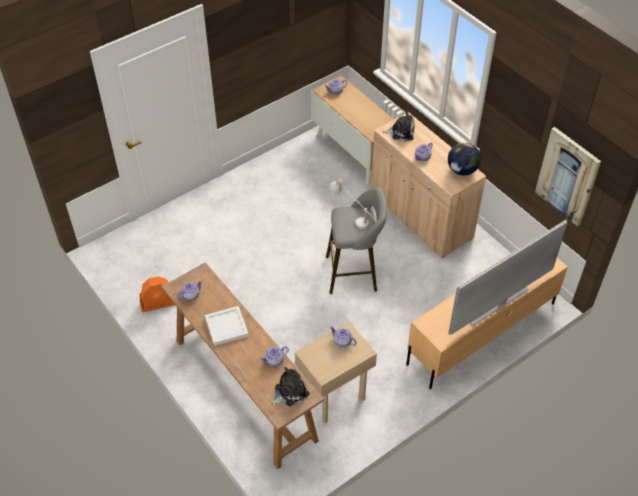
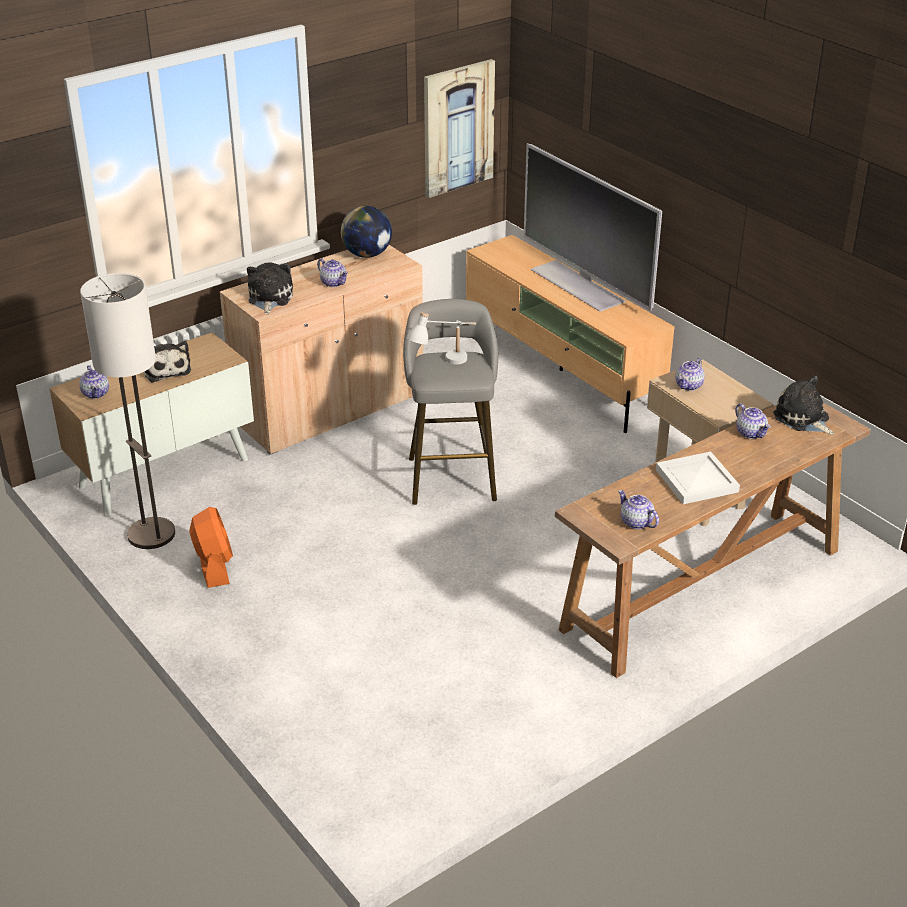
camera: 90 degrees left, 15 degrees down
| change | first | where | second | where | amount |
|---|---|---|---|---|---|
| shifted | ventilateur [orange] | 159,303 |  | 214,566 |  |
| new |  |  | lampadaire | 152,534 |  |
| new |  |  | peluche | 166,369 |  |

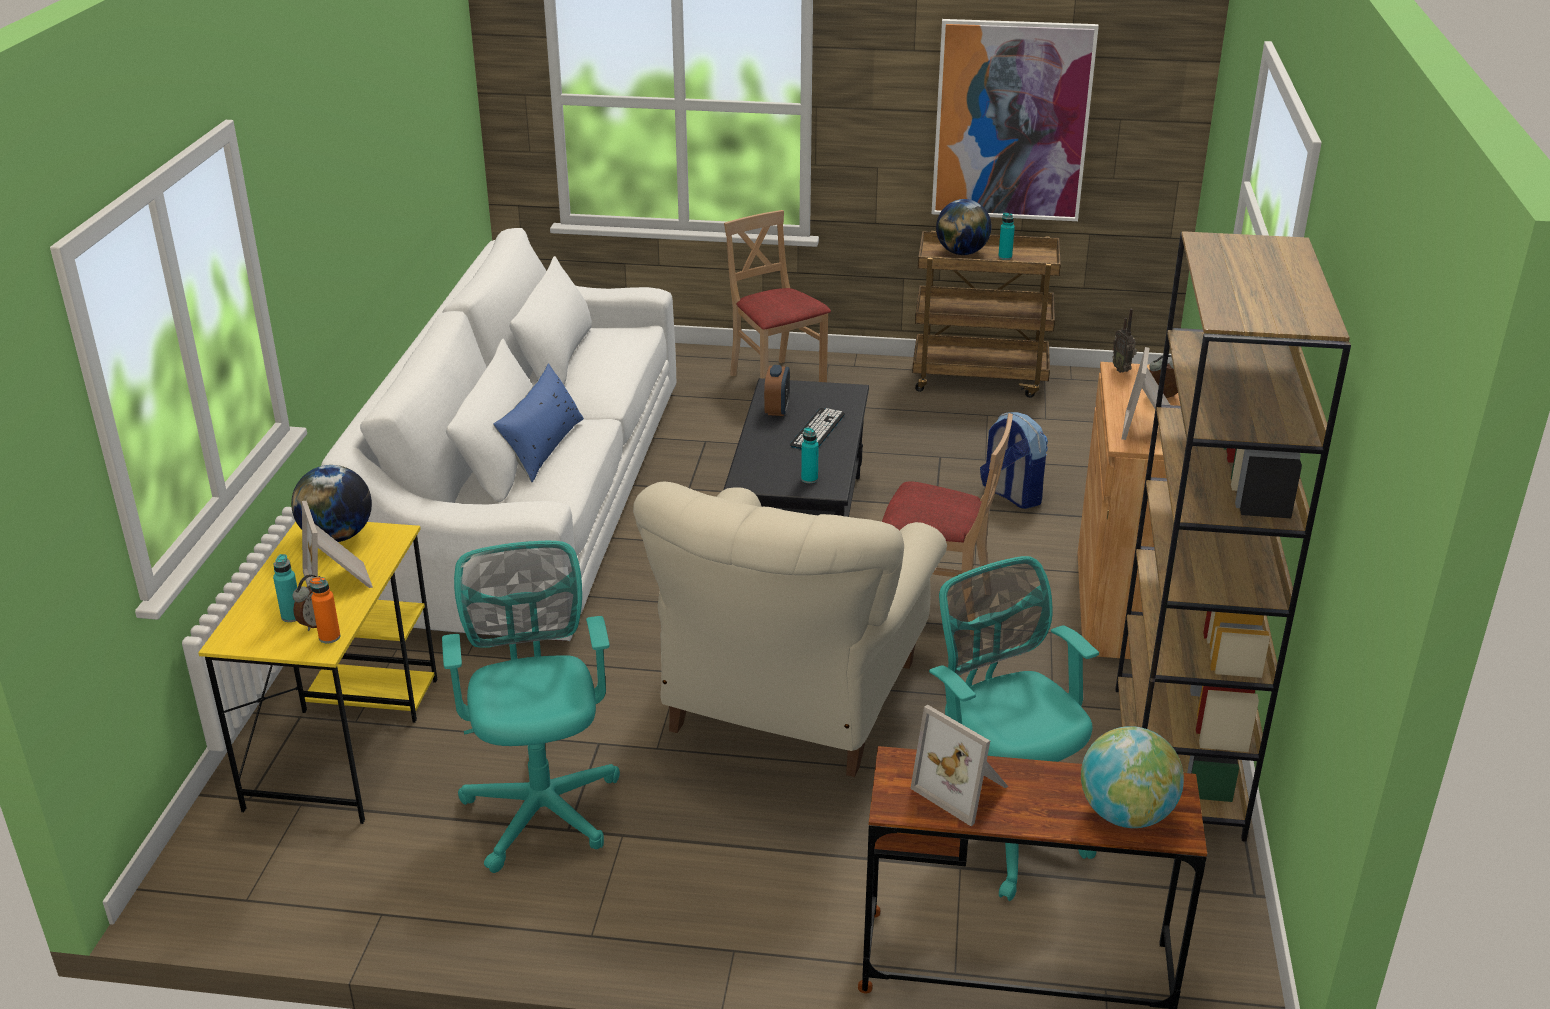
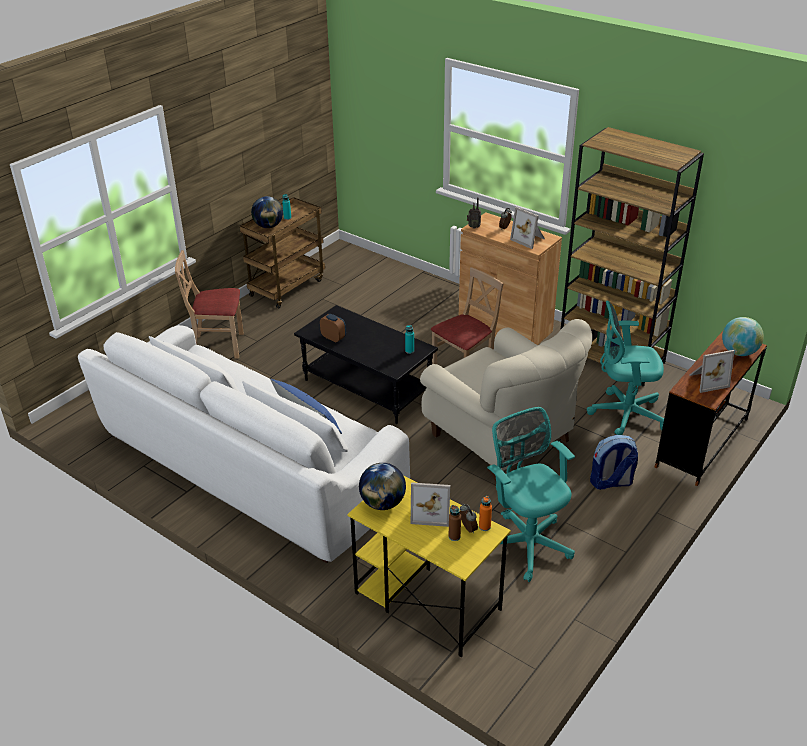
camera: 60 degrees left, 5 degrees up
| change | first | where | second | where | amount |
|---|---|---|---|---|---|
| gone | tableau | 1011,121 |  |  |  |
| gone | clavier | 817,430 |  |  |  |
| shifted | sac à dos | 1011,495 |  | 611,483 |  |
| rotated | chaise de bureau [turquoise] | 542,805 |  | 527,541 | 45 degrees clockwise |
| repainted | bouteille [turquoise] | 292,616 | bouteille [marron] | 454,536 |  |

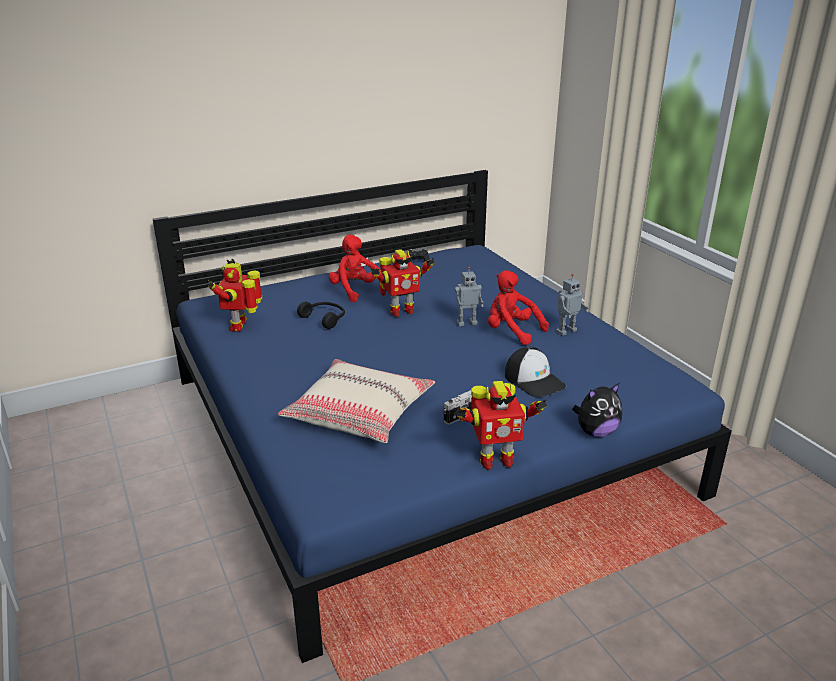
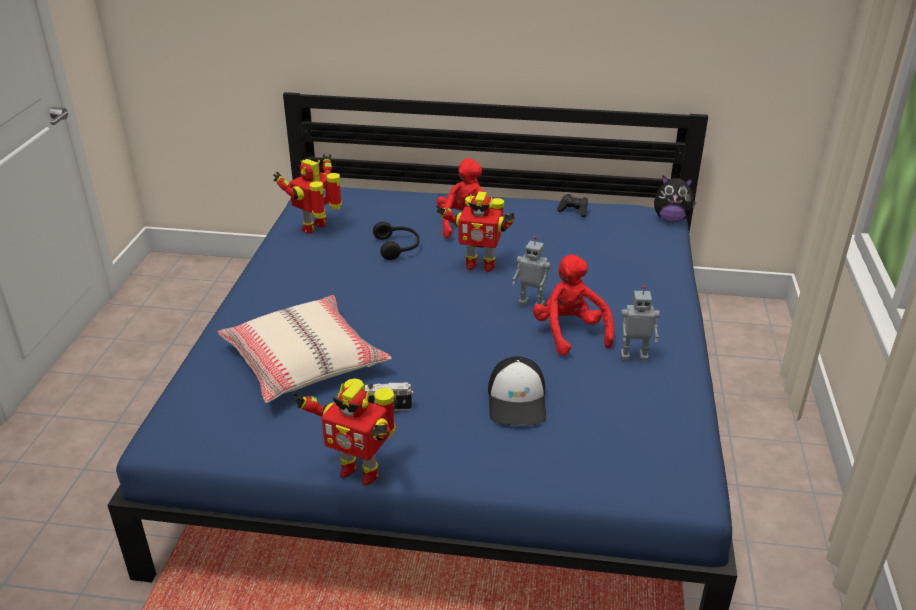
camera: 35 degrees right, 5 degrees up
| change | first | where | second | where | amount |
|---|---|---|---|---|---|
| shifted | peluche | 595,432 |  | 671,219 |  |

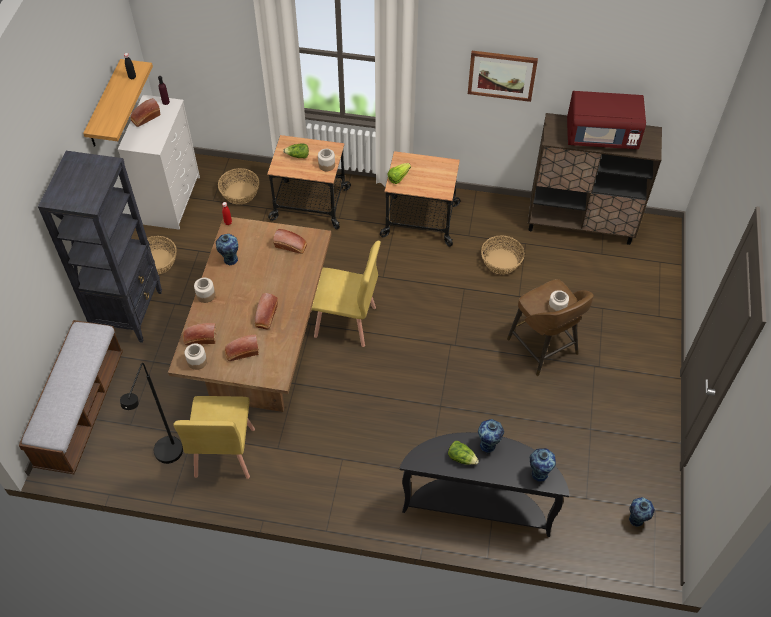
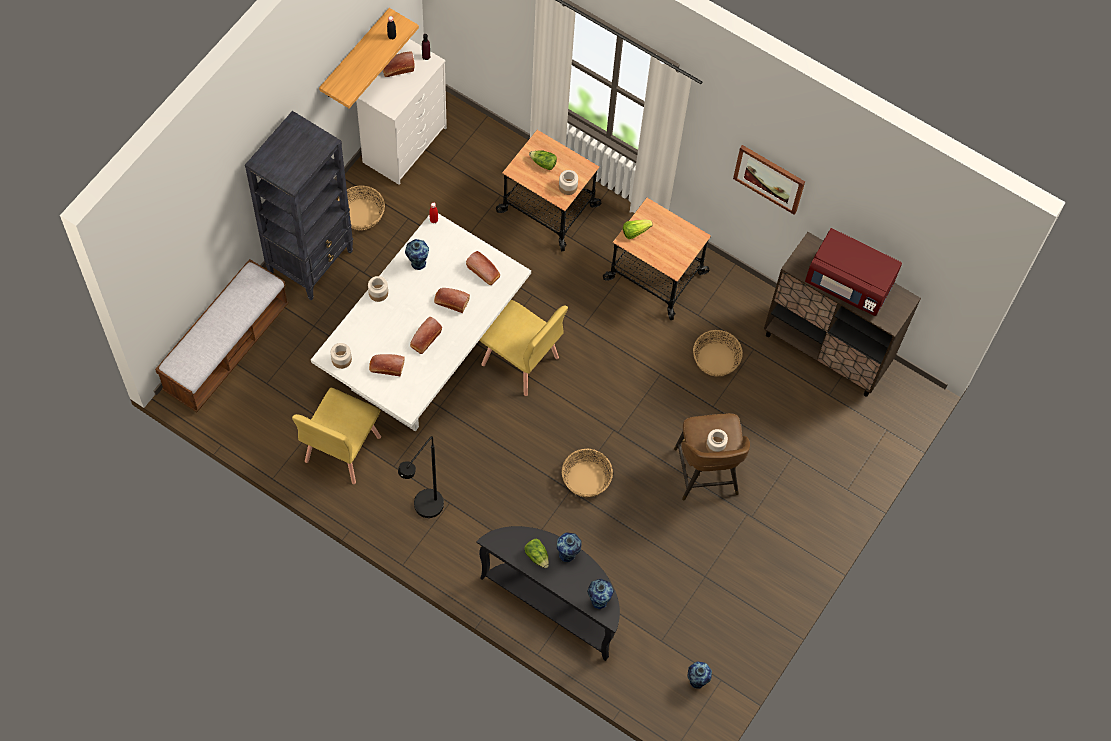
camera: 20 degrees right, 10 degrees up
| change | first | where | second | where | amount |
|---|---|---|---|---|---|
| shifted | panier | 240,193 |  | 586,478 |  |
| repainted | table à manger [marron] | 262,349 | table à manger [blanc] | 424,357 |  |
| shifted | pain | 200,338 |  | 450,302 |  |
| shifted | lampadaire [noir] | 167,458 |  | 424,511 |  |

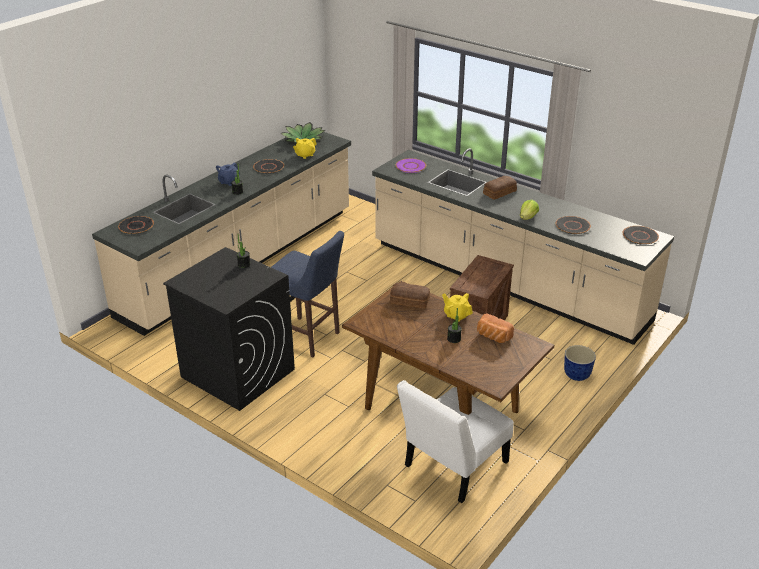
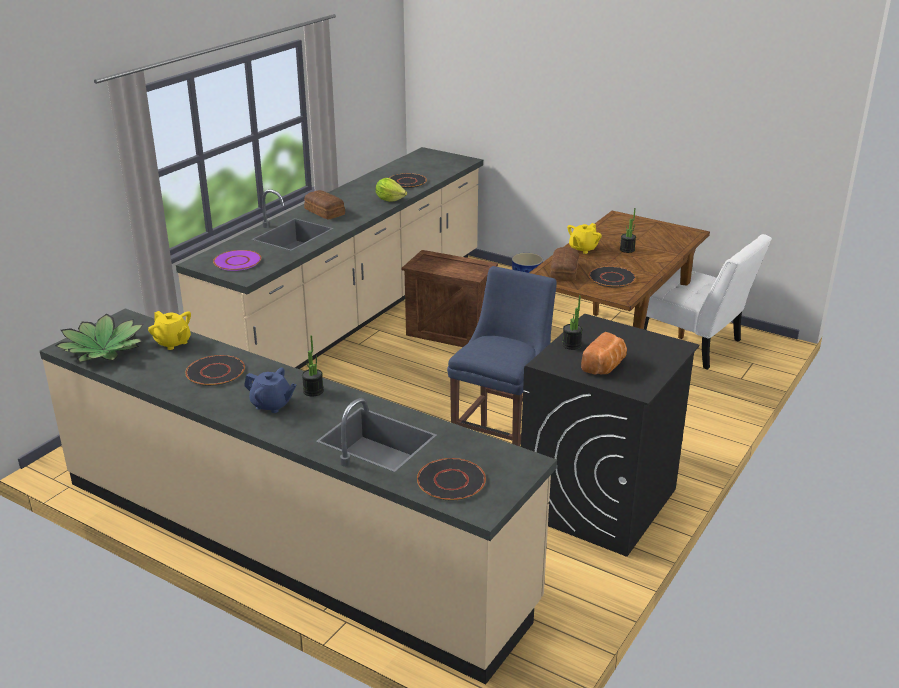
camera: 95 degrees left, 5 degrees down
| change | first | where | second | where | amount |
|---|---|---|---|---|---|
| shifted | assiette [noir] | 640,236 |  | 612,278 |  |
| shifted | pain | 492,337 |  | 605,367 |  |

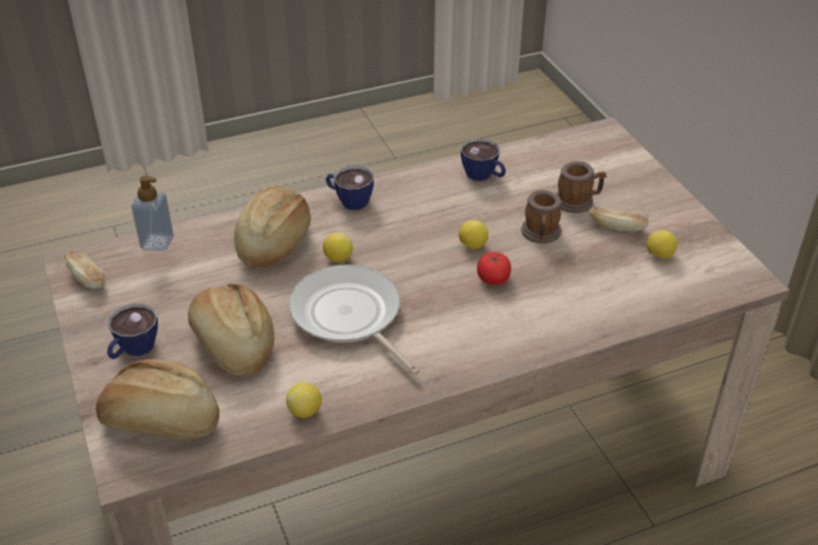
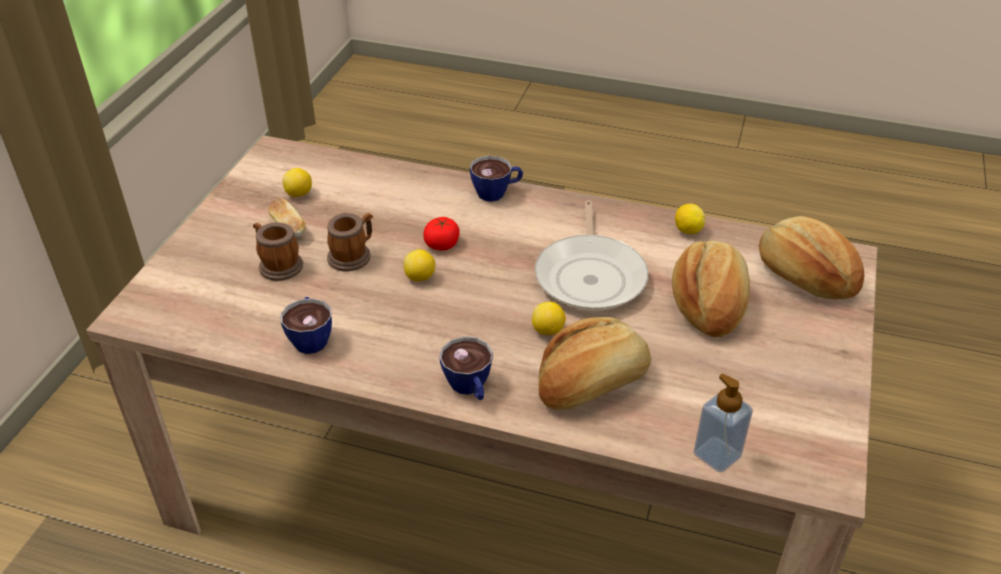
camera: 140 degrees left, 0 degrees up
| change | first | where | second | where | amount |
|---|---|---|---|---|---|
| gone | pain | 87,279 |  |  |  |
| shifted | tasse | 133,350 |  | 497,192 |  |

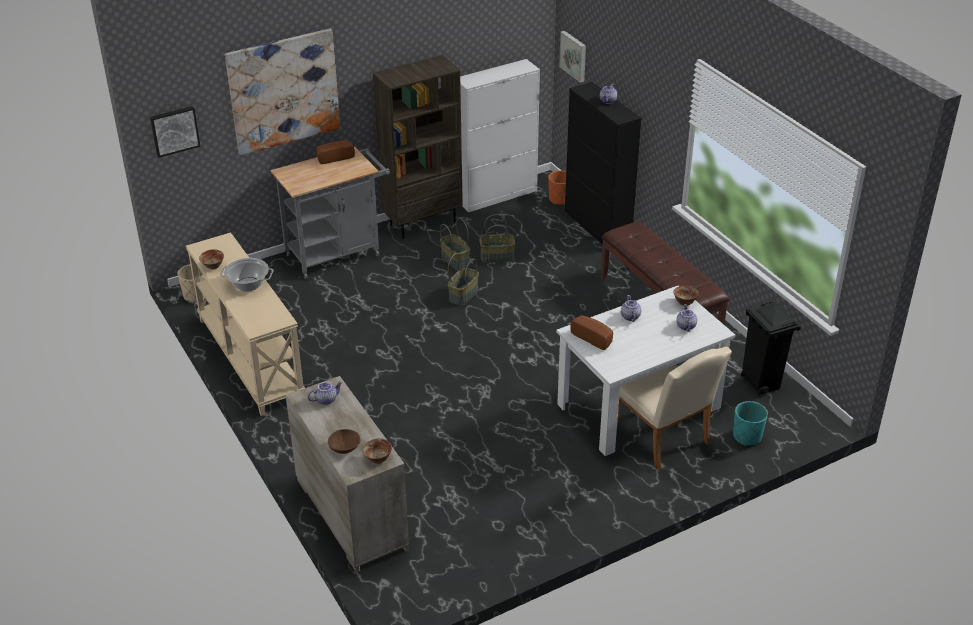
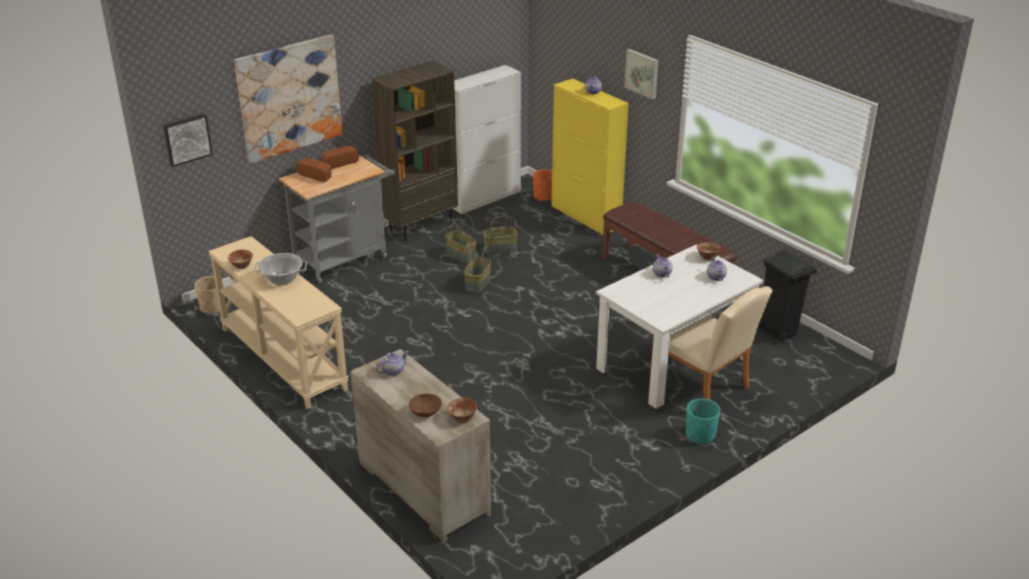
camera: 10 degrees left, 5 degrees down
| change | first | where | second | where | amount |
|---|---|---|---|---|---|
| shifted | tableau | 574,56 |  | 642,73 |  |
| repainted | meuble de rangement [noir] | 597,227 | meuble de rangement [jaune] | 586,217 |  |
| shifted | pain | 593,338 |  | 316,175 |  |
| shifted | cache-pot [turquoise] | 747,436 |  | 700,435 |  |

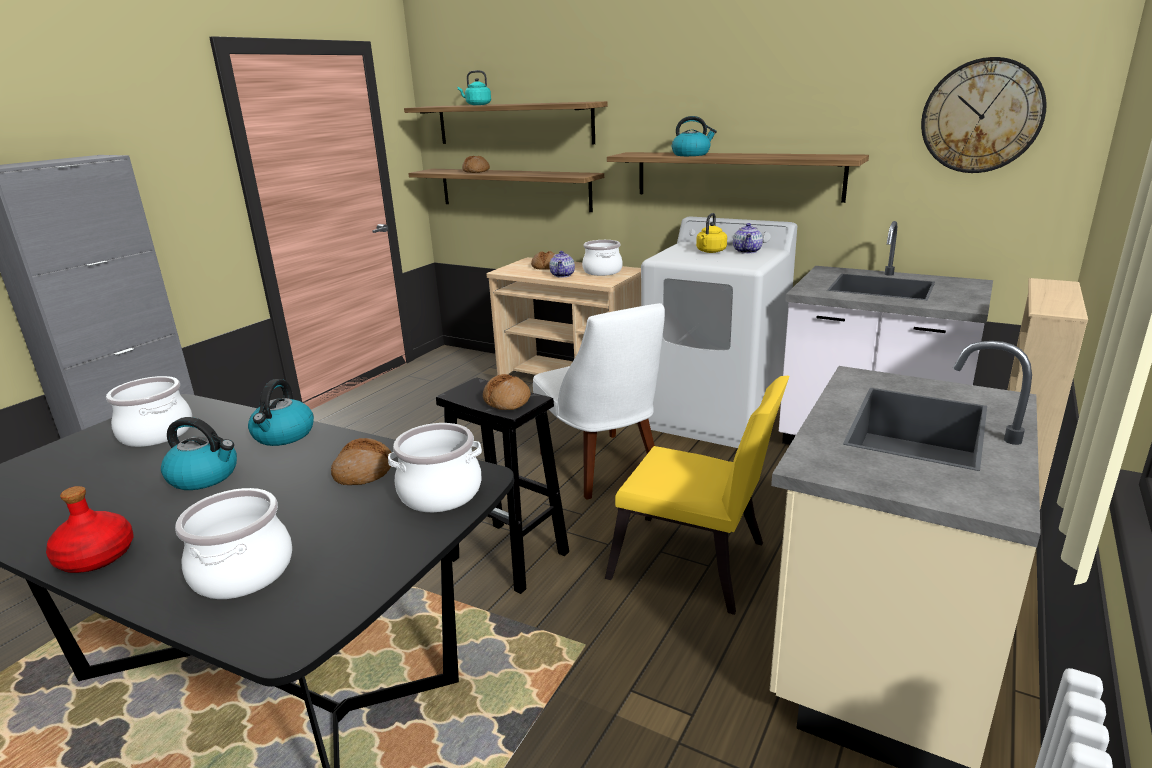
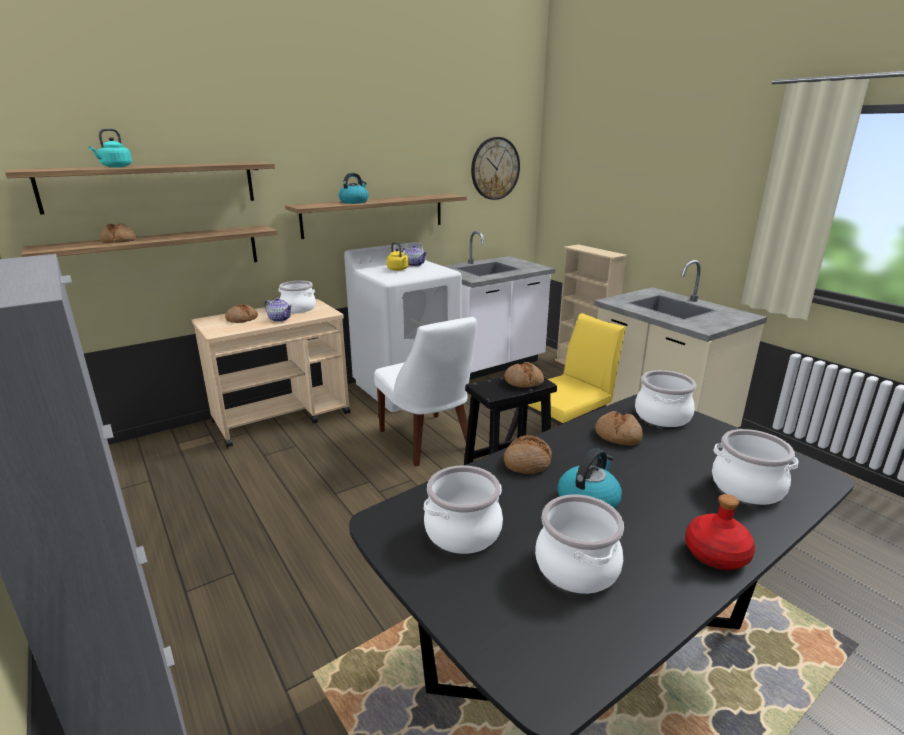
camera: 65 degrees left, 0 degrees up
| change | first | where | second | where | amount |
|---|---|---|---|---|---|
| rotated | chaise [blanc] | 602,468 |  | 428,441 | 60 degrees clockwise |
| swapped | bouilloire | 283,435 | pain | 527,462 |  |
| new |  |  | marmite | 577,567 |  |

